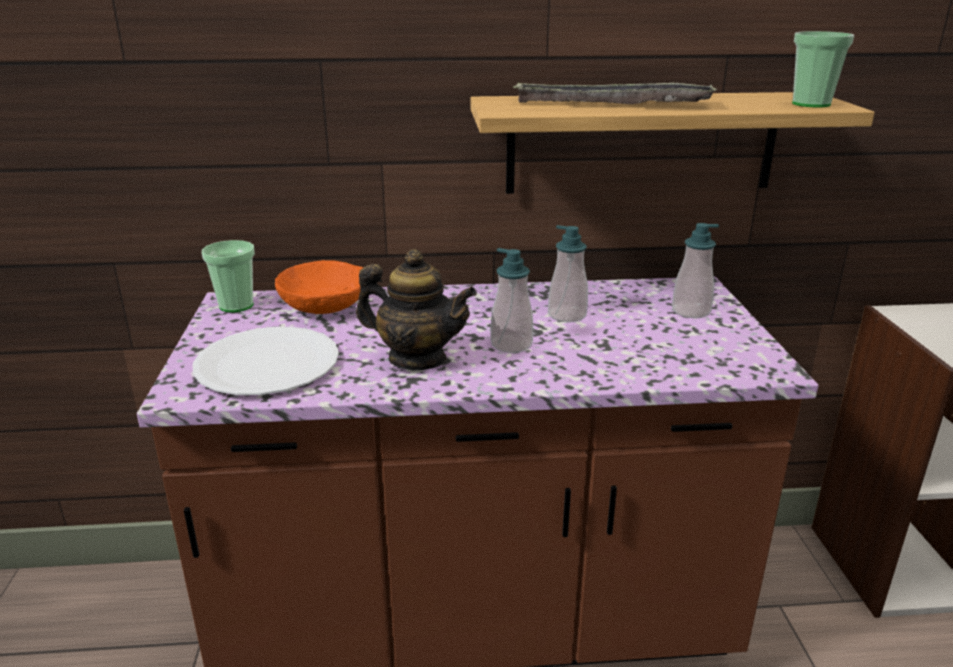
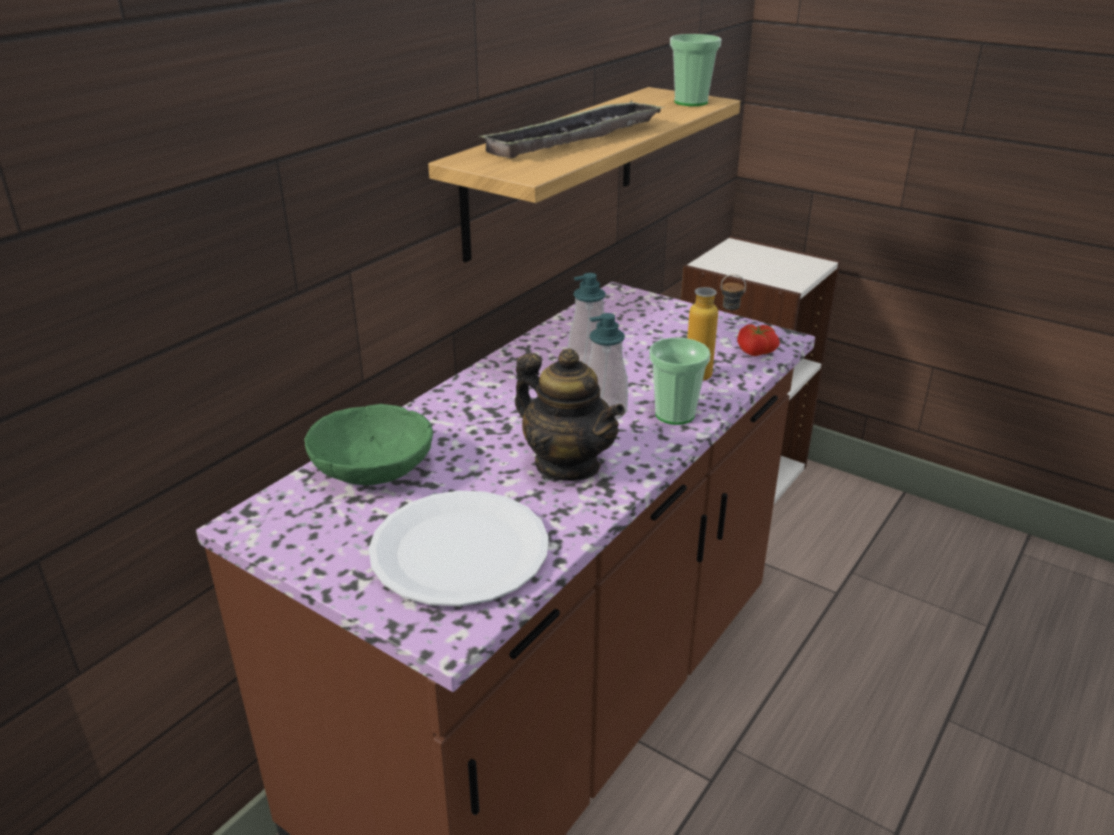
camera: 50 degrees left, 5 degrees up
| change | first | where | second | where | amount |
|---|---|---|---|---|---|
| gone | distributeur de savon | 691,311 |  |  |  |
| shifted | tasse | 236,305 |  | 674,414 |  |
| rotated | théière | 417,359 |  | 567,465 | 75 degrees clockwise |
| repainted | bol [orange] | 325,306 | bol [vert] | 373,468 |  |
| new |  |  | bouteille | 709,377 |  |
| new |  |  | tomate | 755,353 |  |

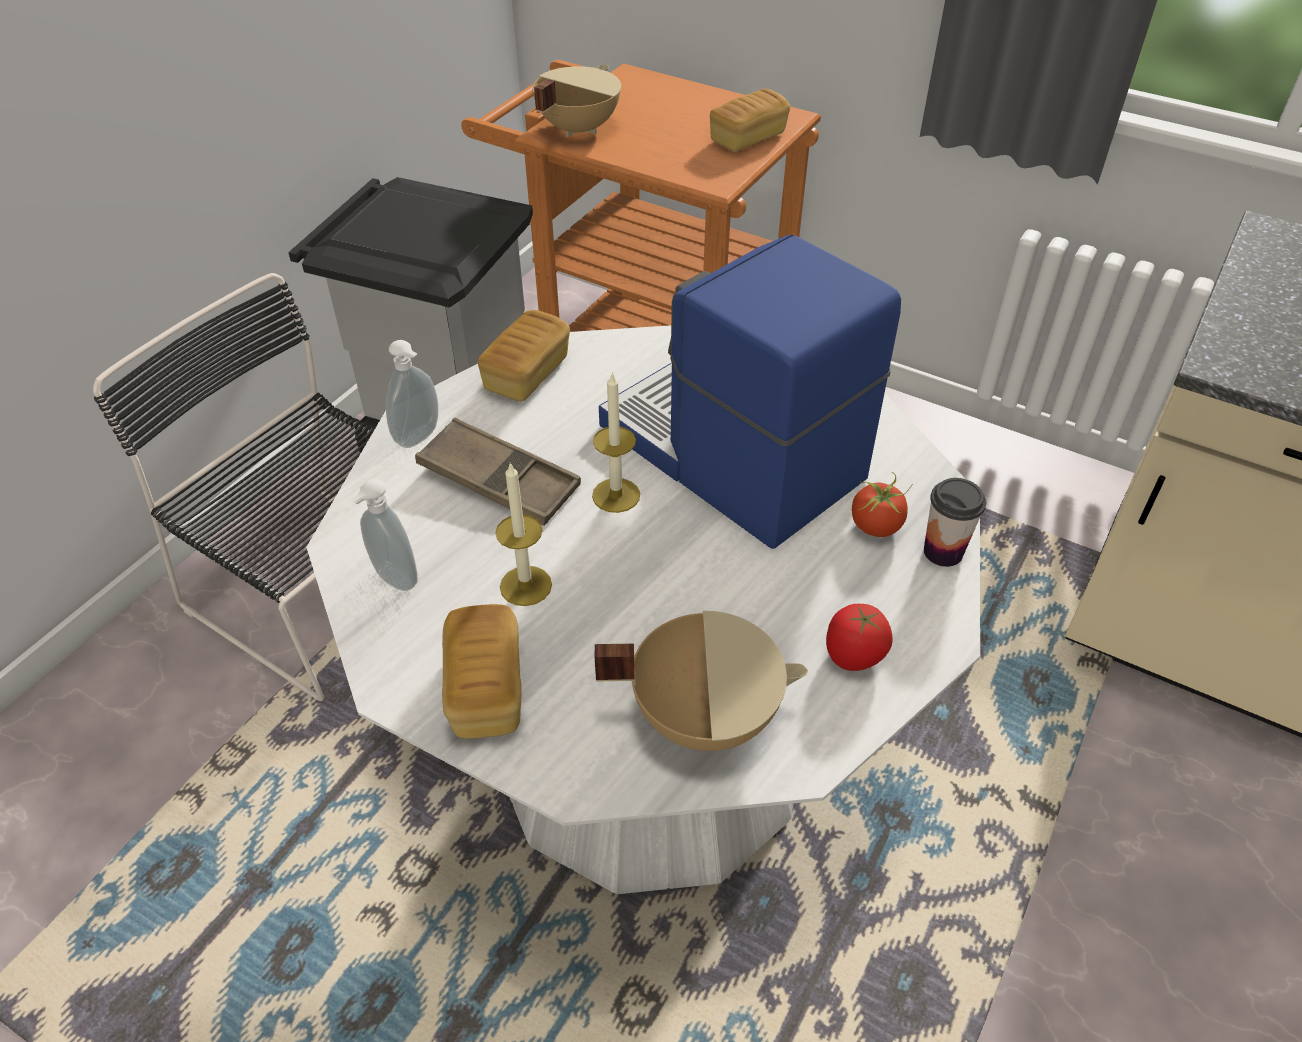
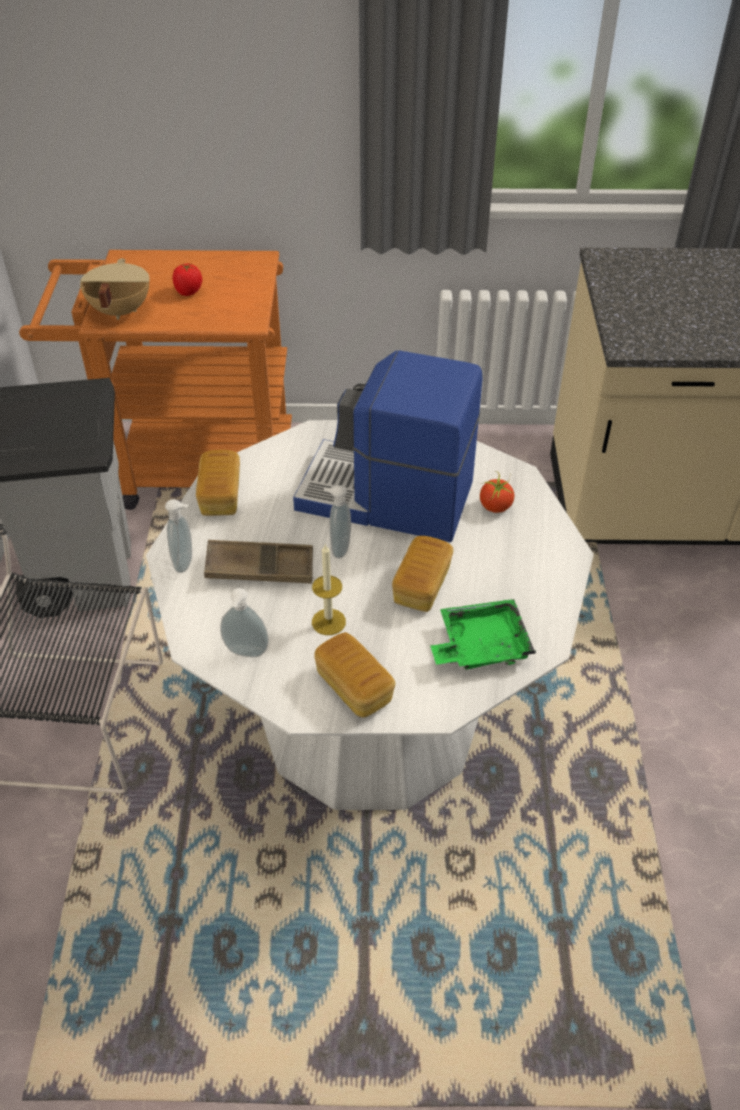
camera: 30 degrees left, 0 degrees up
| change | first | where | second | where | amount |
|---|---|---|---|---|---|
| shifted | pain | 748,138 |  | 422,586 |  |
| swapped | bougie | 616,495 | distributeur de savon | 338,548 |  |
| gone | tasse | 943,552 |  |  |  |
| shifted | tomate | 853,656 |  | 188,292 |  |
| swapped | marmite [beige] | 704,714 | plateau [vert] | 481,645 |  |

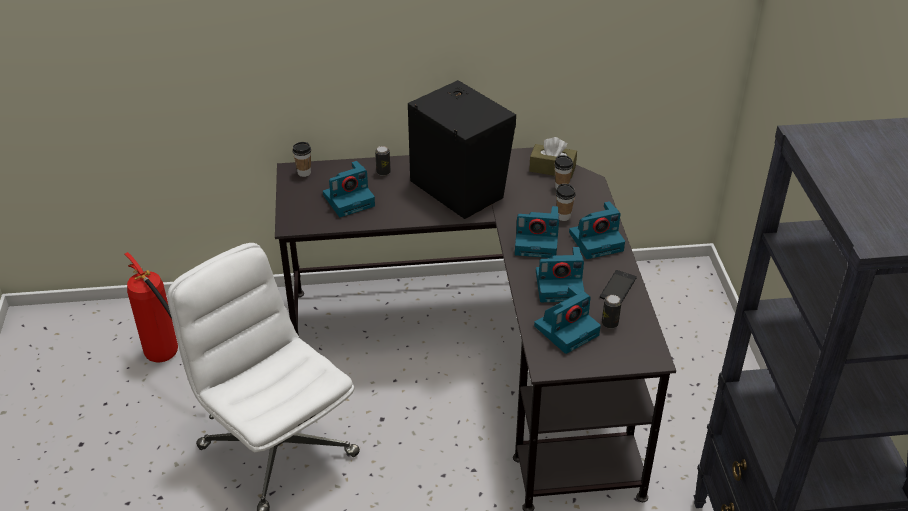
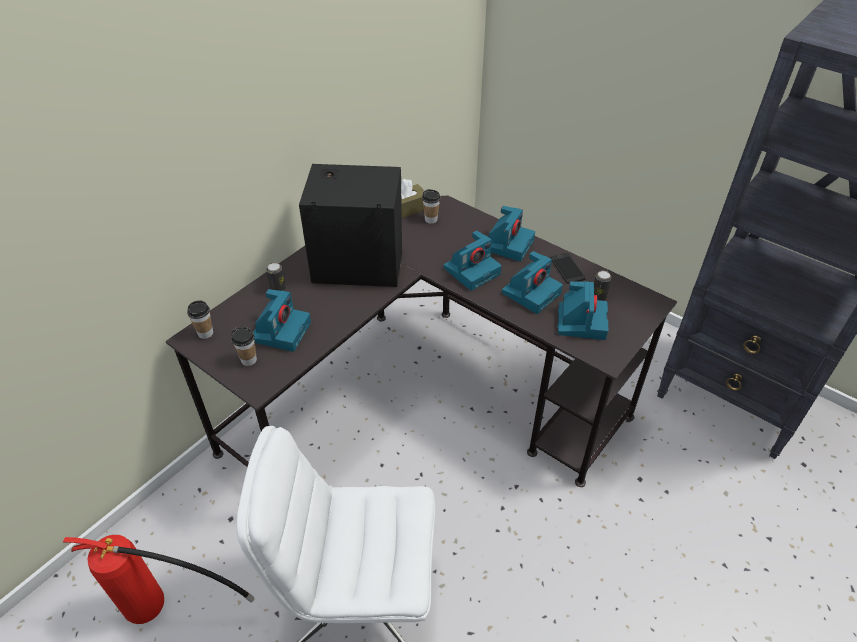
camera: 45 degrees left, 5 degrees up
| change | first | where | second | where | amount |
|---|---|---|---|---|---|
| shifted | tasse | 563,216 |  | 249,360 |  |

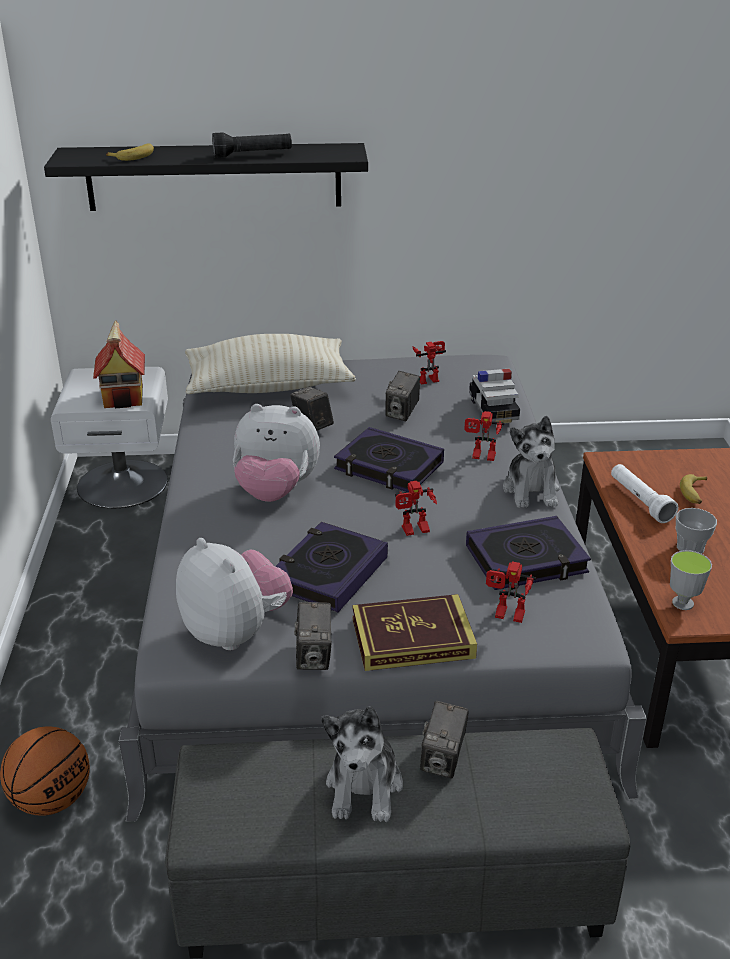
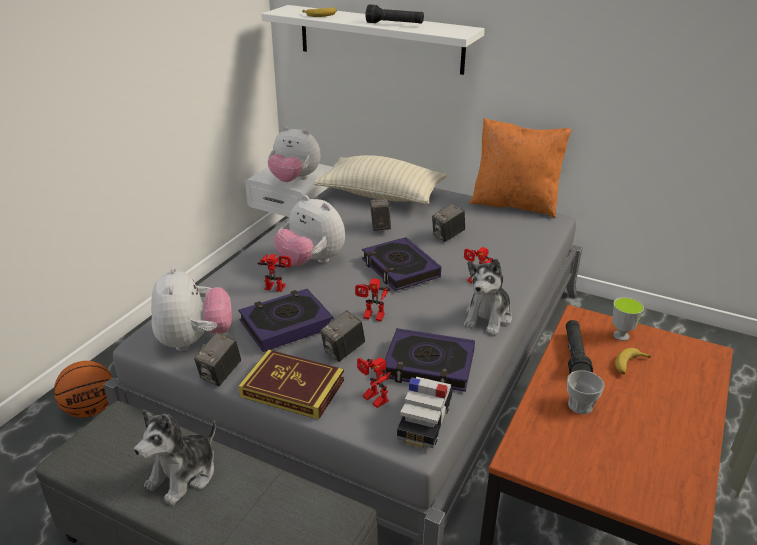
camera: 30 degrees right, 0 degrees up
| change | first | where | second | where | amount |
|---|---|---|---|---|---|
| repainted | étagère [noir] | 214,177 | étagère [blanc] | 380,39 |  |
| swapped | maison miniature | 124,397 | peluche | 294,180 |  |
| shifted | robot jouet | 428,378 |  | 277,286 |  |
| shifted | petite voiture | 493,409 |  | 424,421 |  |
| repainted | lampe de poche [blanc] | 639,501 | lampe de poche [noir] | 574,355 |  |
| shifted | tasse | 682,603 |  | 621,336 |  |
| shifted | appareil photo | 443,760 |  | 343,351 |  |
| new |  |  | coussin [orange] | 514,204 |  |

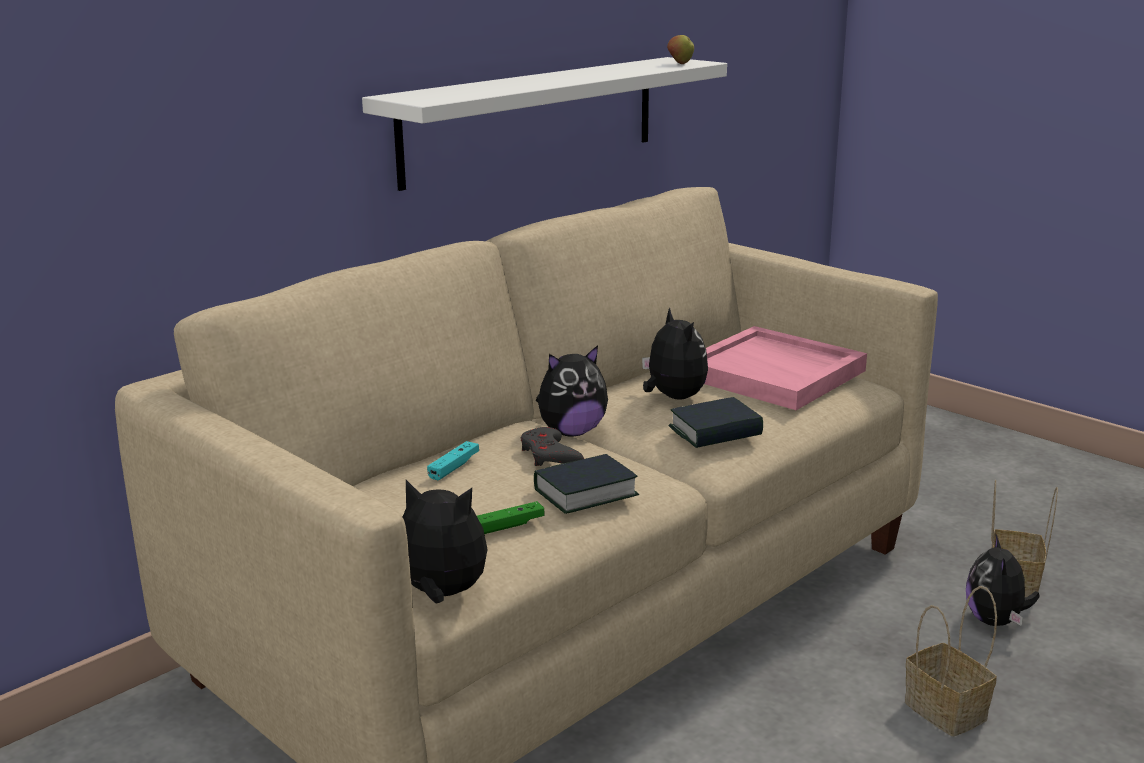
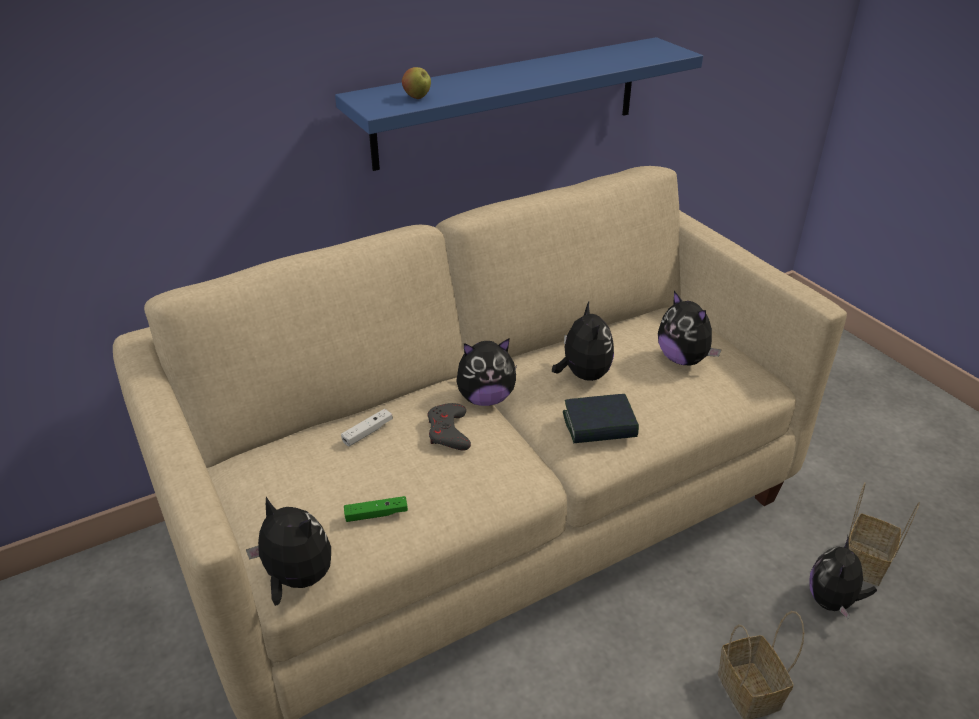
camera: 15 degrees right, 15 degrees up
| change | first | where | second | where | amount |
|---|---|---|---|---|---|
| shifted | pomme | 680,64 |  | 417,97 |  |
| repainted | étagère [blanc] | 532,119 | étagère [bleu] | 509,102 |  |
| swapped | plateau [rose] | 775,374 | peluche | 683,359 |  |
| repainted | manette [turquoise] | 454,467 | manette [blanc] | 367,432 |  |
| gone | livre | 585,493 |  |  |  |

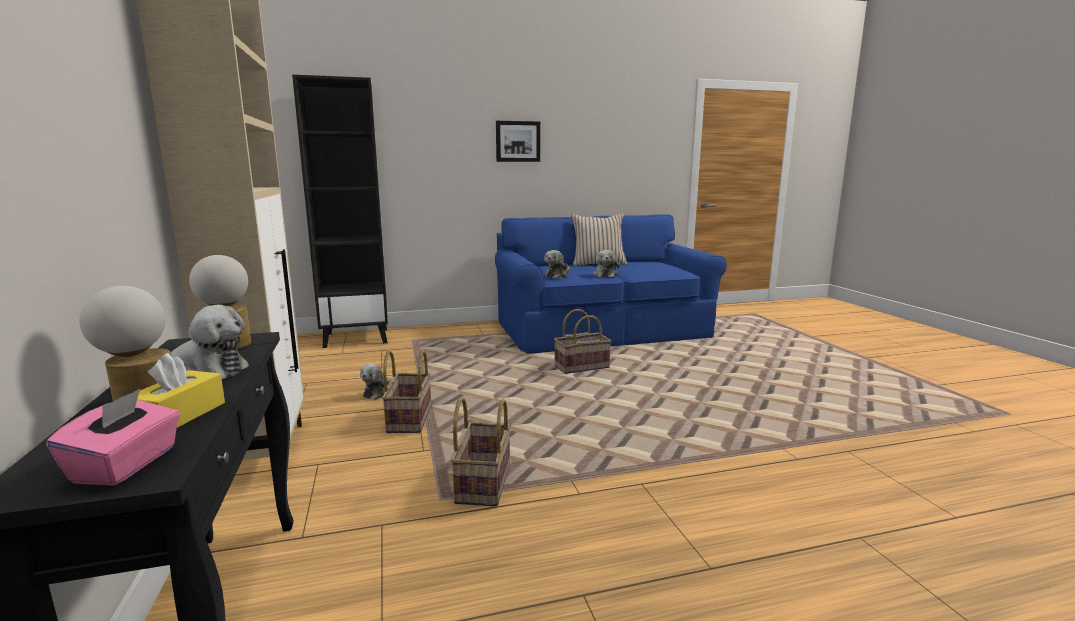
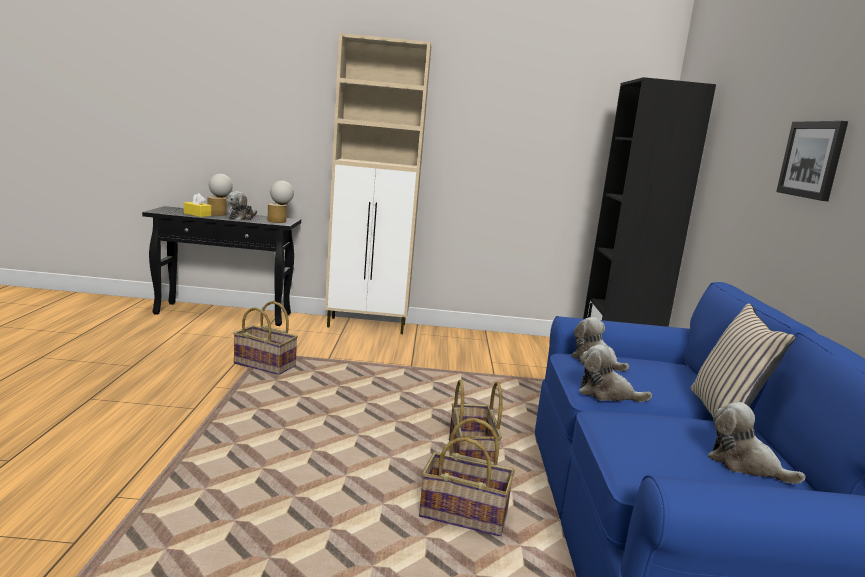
camera: 105 degrees right, 0 degrees up
| change | first | where | second | where | amount |
|---|---|---|---|---|---|
| shifted | panier | 408,419 |  | 464,514 |  |
| shifted | peluche | 380,392 |  | 745,465 |  |
| gone | boîte à mouchoirs [rose] | 127,465 |  |  |  |

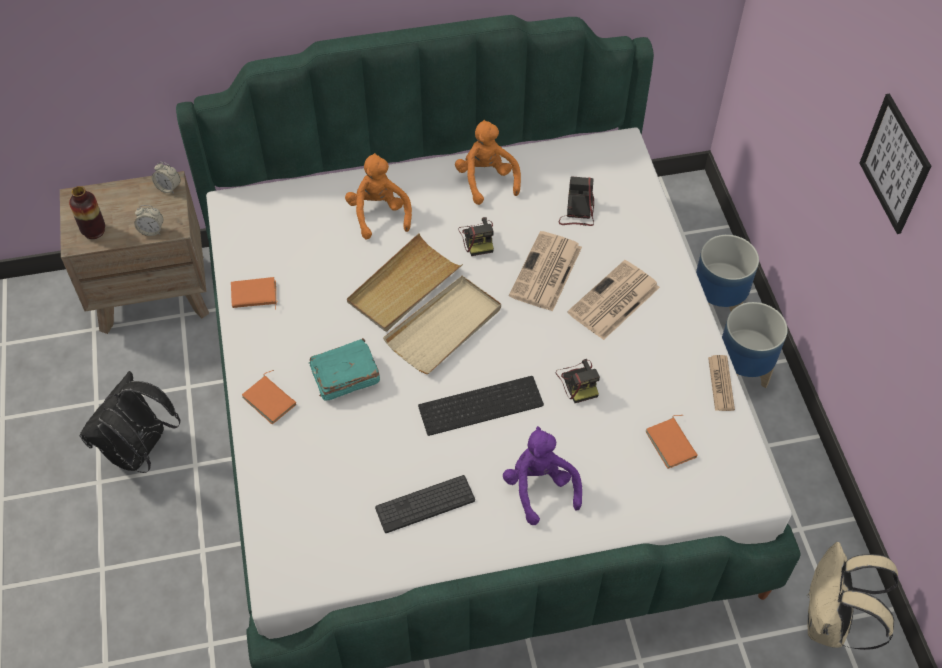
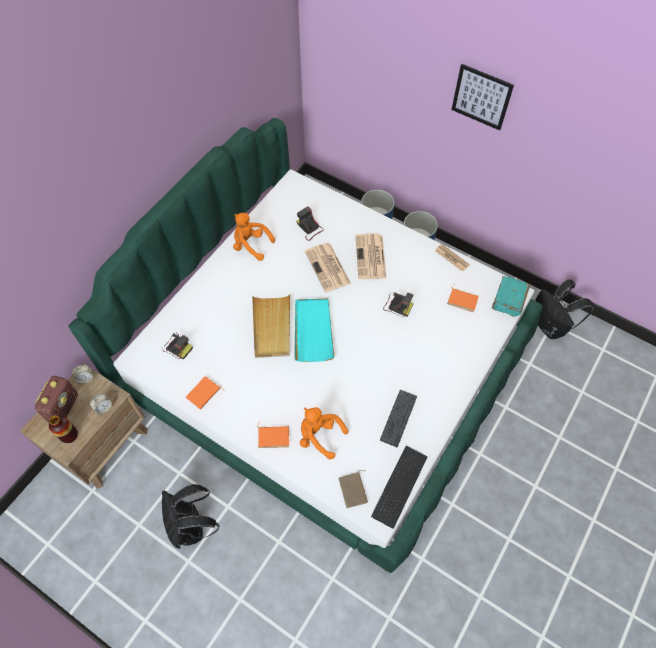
camera: 45 degrees left, 5 degrees up
| change | first | where | second | where | amount |
|---|---|---|---|---|---|
| shifted | peluche [orange] | 379,213 |  | 319,436 |  |
| shifted | appareil photo | 478,238 |  | 177,347 |  |
| repainted | plateau [beige] | 444,327 | plateau [turquoise] | 313,330 |  |
| shifted | livre [turquoise] | 344,377 |  | 508,300 |  |
| shifted | clavier | 481,403 |  | 398,484 |  |
| gone | peluche [violet] | 540,487 |  |  |  |
| repainted | sac à dos [beige] | 830,623 | sac à dos [noir] | 551,327 |  |
| new |  |  | radio | 63,407 |  |
| new |  |  | livre [marron] | 354,490 |  |

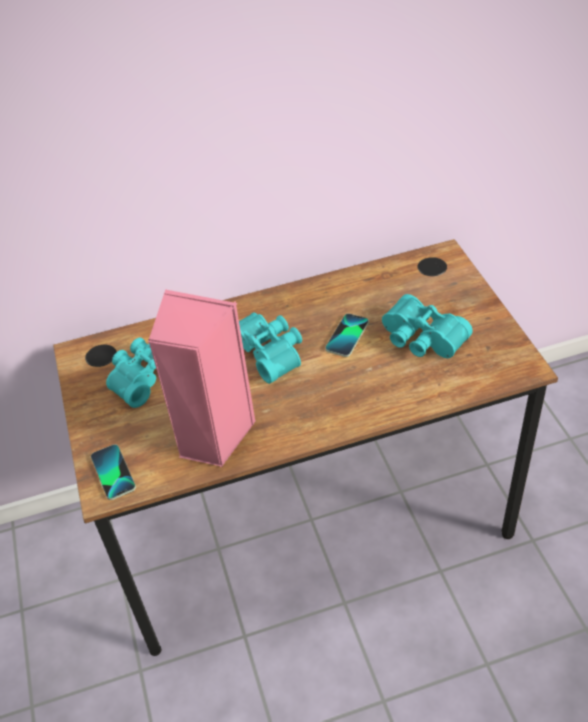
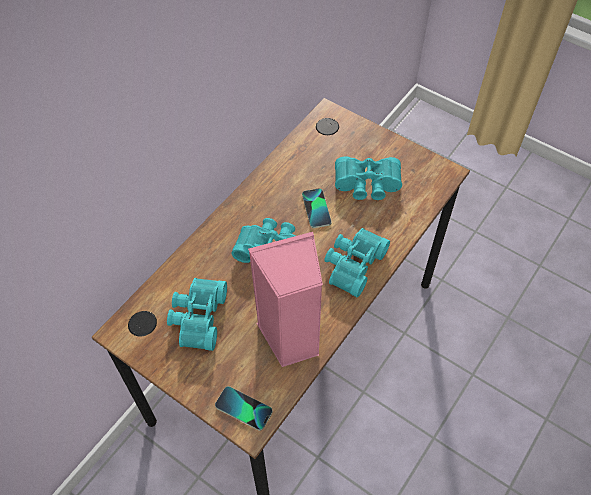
camera: 40 degrees left, 10 degrees up
| change | first | where | second | where | amount |
|---|---|---|---|---|---|
| new |  |  | jumelles [turquoise] | 352,264 |  |

